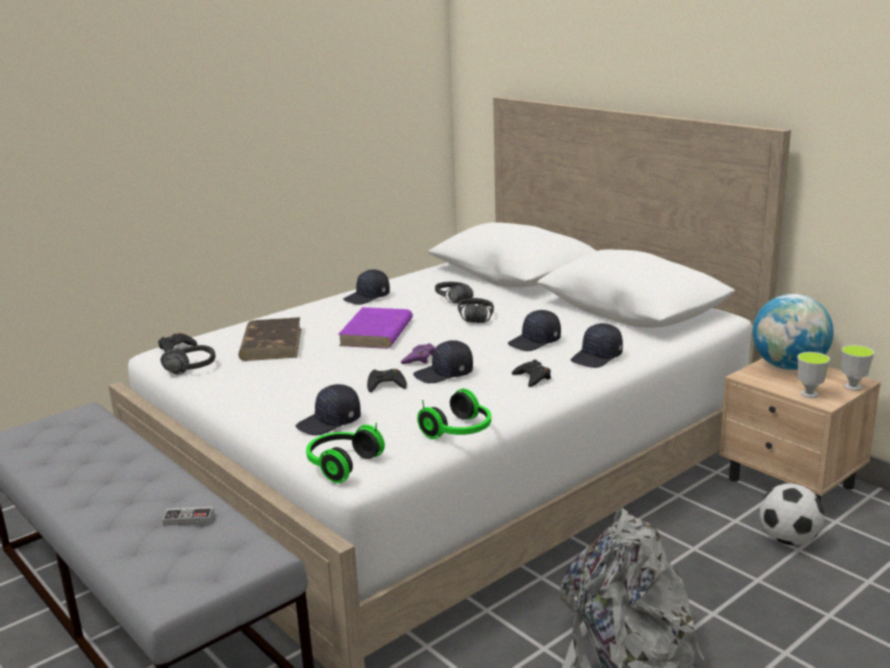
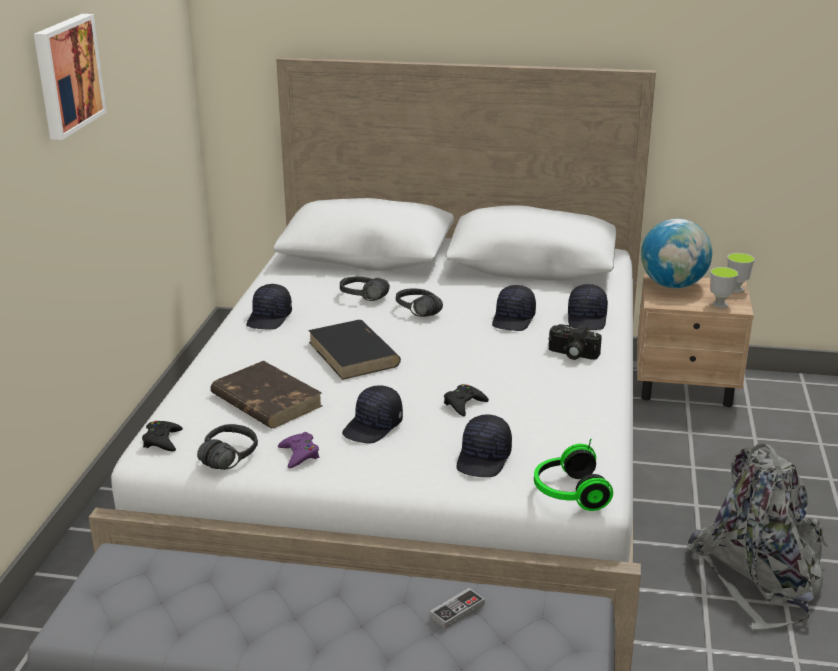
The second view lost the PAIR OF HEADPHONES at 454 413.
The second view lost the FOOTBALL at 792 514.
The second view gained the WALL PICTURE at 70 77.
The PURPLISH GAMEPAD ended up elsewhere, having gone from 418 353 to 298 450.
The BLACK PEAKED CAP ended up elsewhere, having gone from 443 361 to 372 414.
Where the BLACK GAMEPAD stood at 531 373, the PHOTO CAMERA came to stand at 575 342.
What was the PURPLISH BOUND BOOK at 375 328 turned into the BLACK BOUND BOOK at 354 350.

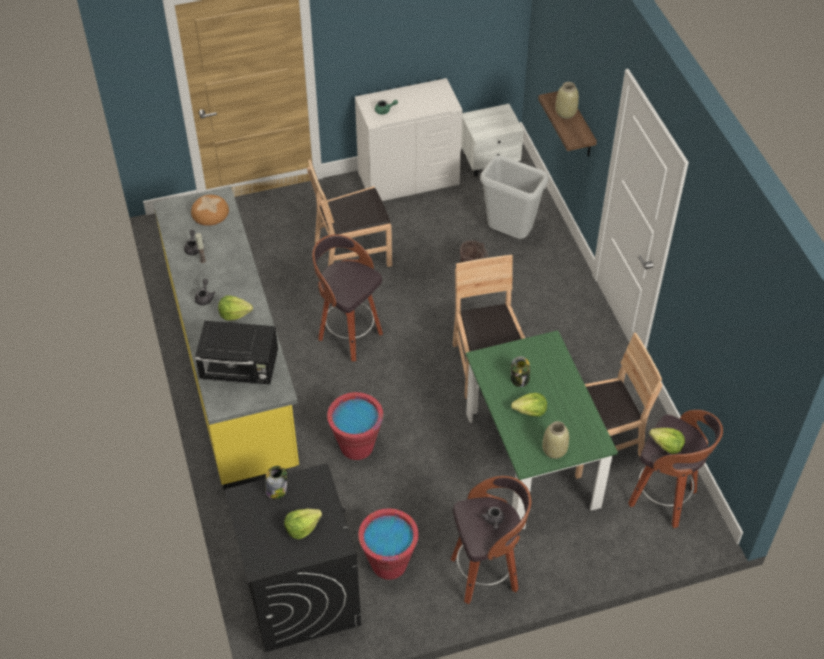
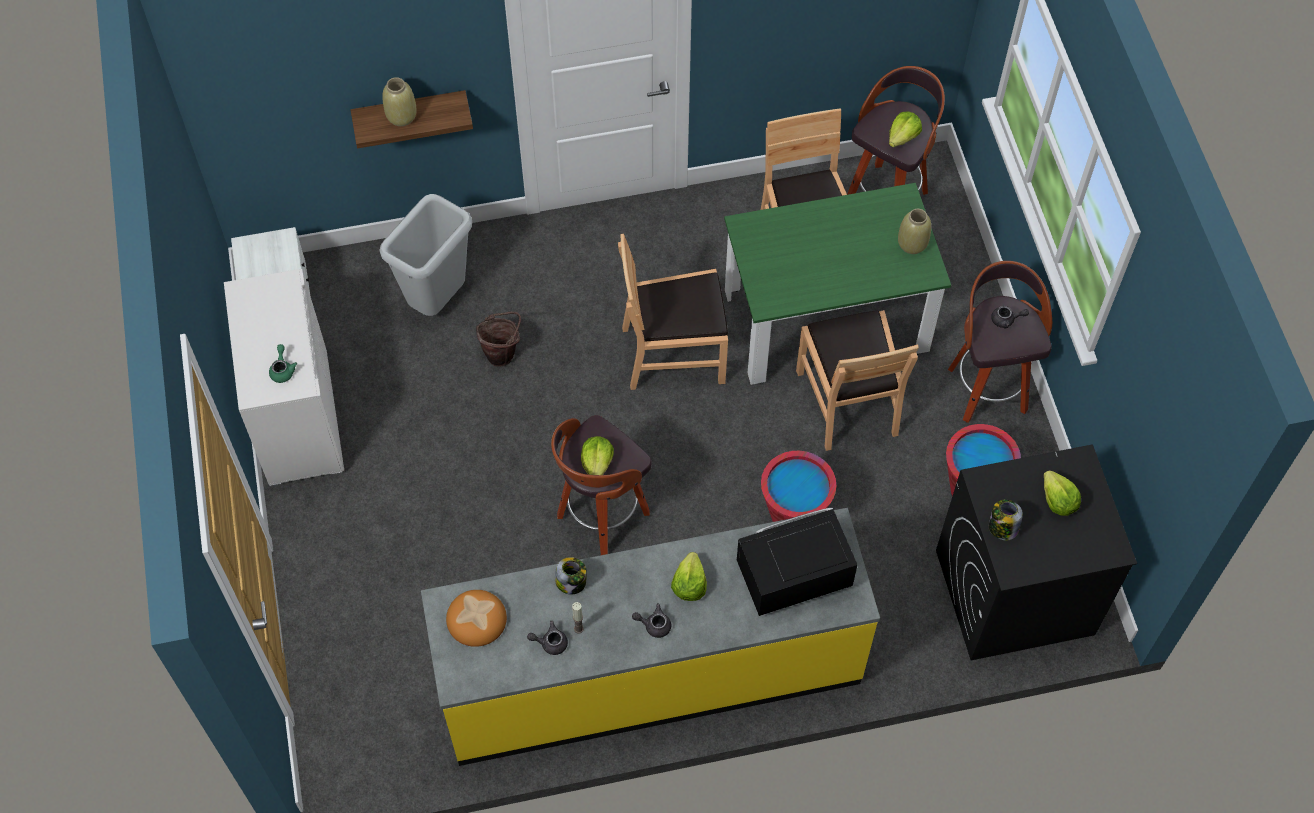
The BROWN-COLOURED PLAIN CHAIR ended up elsewhere, having gone from 349 213 to 857 380.
The STORAGE JAR ended up elsewhere, having gone from 520 371 to 571 575.
The LETTUCE HEAD ended up elsewhere, having gone from 529 404 to 597 455.
The BLACK KITCHEN MICROWAVE at 236 352 ended up facing another way, 120 degrees counterclockwise from before.

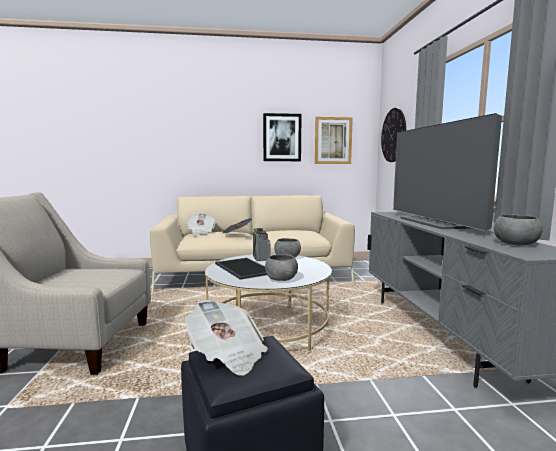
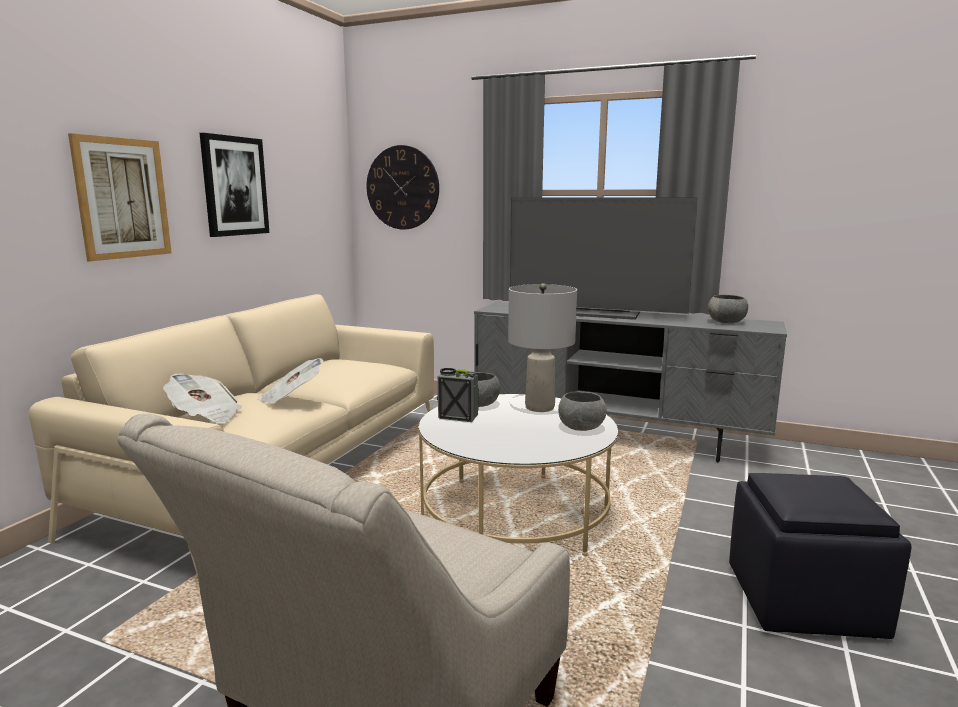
The second view lost the PRINTED PAPER at 226 338.
The second view lost the SERVING TRAY at 241 269.
The second view gained the GREYISH TABLETOP LAMP at 542 347.
The WALL PICTURE ended up elsewhere, having gone from 334 140 to 120 197.

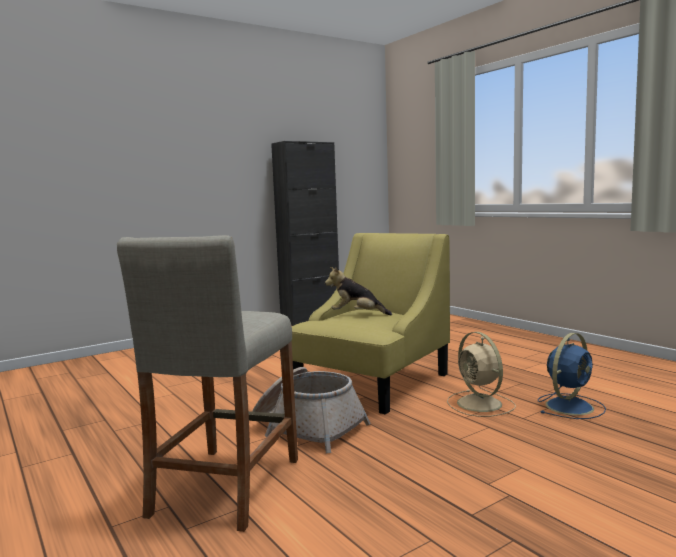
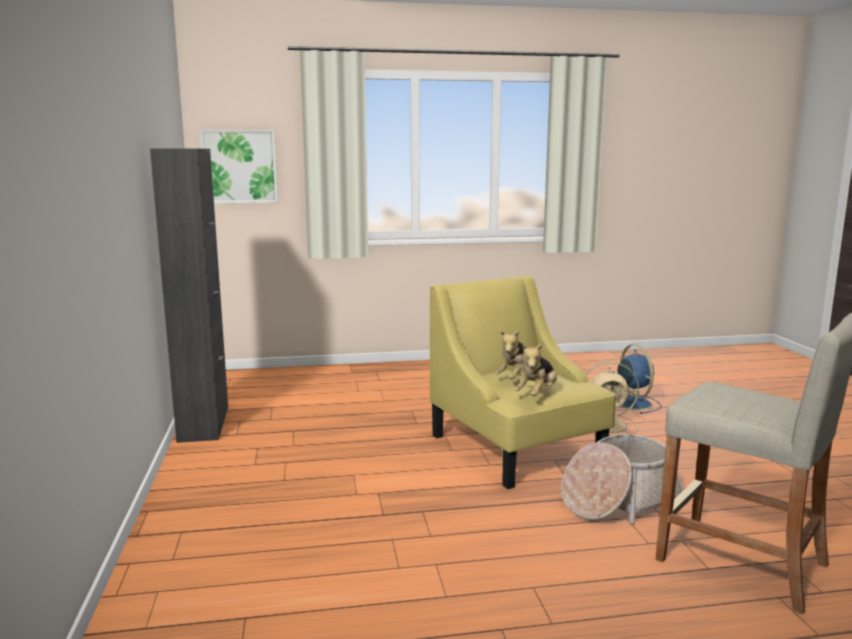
The second view gained the WALL PICTURE at 239 166.
The second view gained the CUDDLY TOY at 535 369.

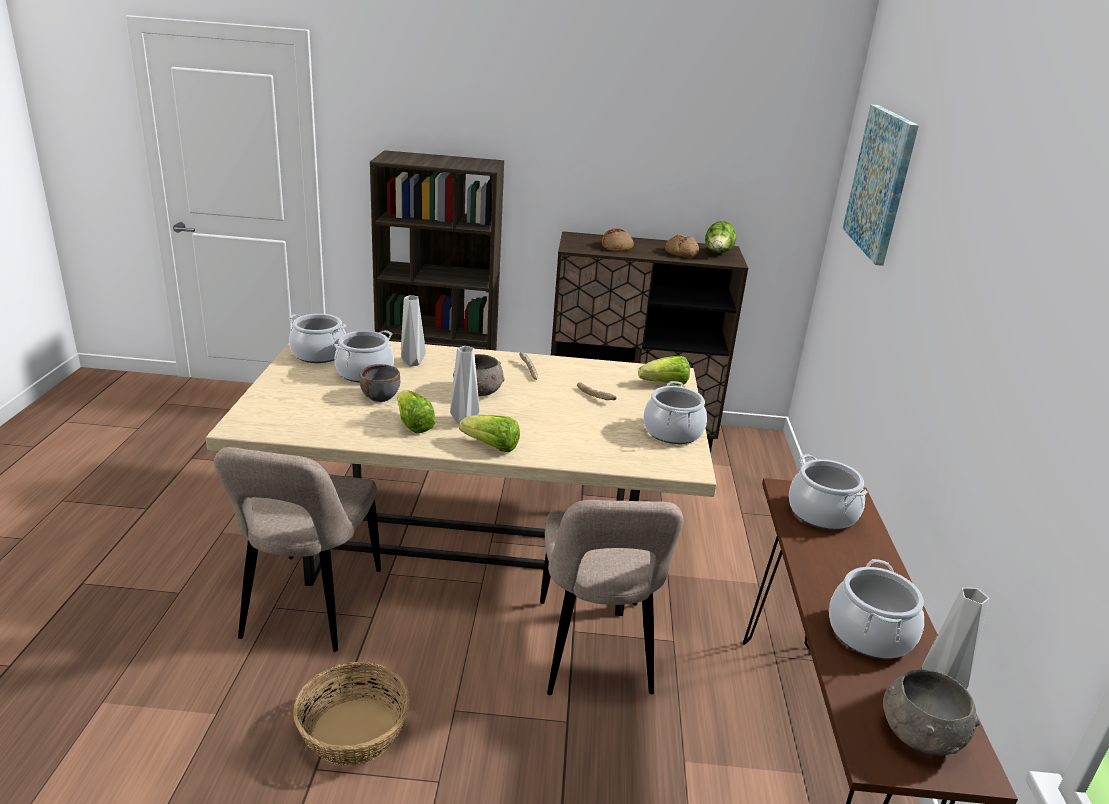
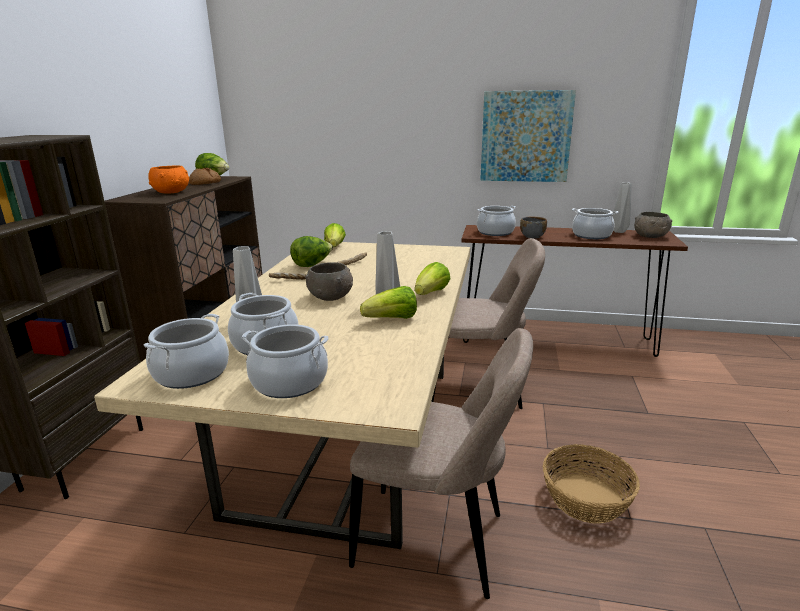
The second view gained the LETTUCE HEAD at 311 251.
The GREYISH BOWL ended up elsewhere, having gone from 379 383 to 533 228.
The SAUCEPOT ended up elsewhere, having gone from 675 412 to 285 361.
The WALL PICTURE ended up elsewhere, having gone from 881 185 to 528 136.
Where the BAKED BREAD stood at 618 240, the ORANGEY BOWL came to stand at 168 179.

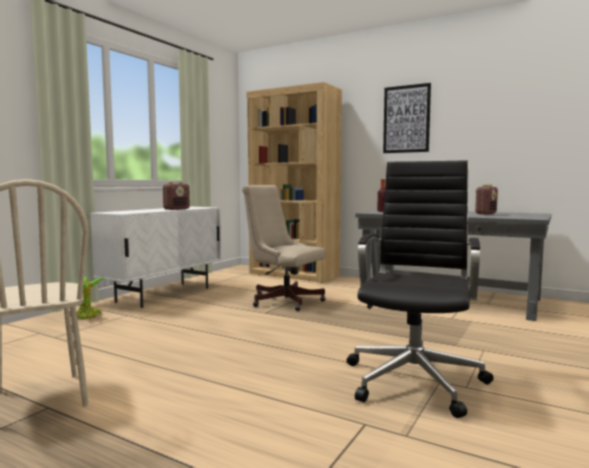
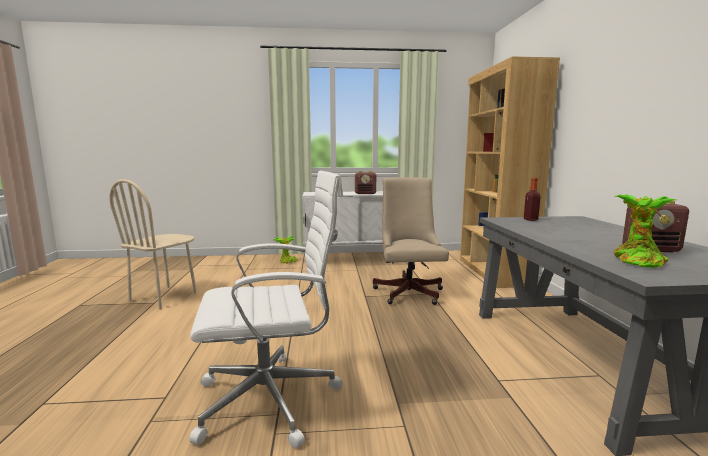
The second view lost the WALL PICTURE at 407 118.
The second view gained the POTTED PLANT at 645 231.
What was the BLACK COMPUTER CHAIR at 420 289 turned into the WHITE COMPUTER CHAIR at 266 309.

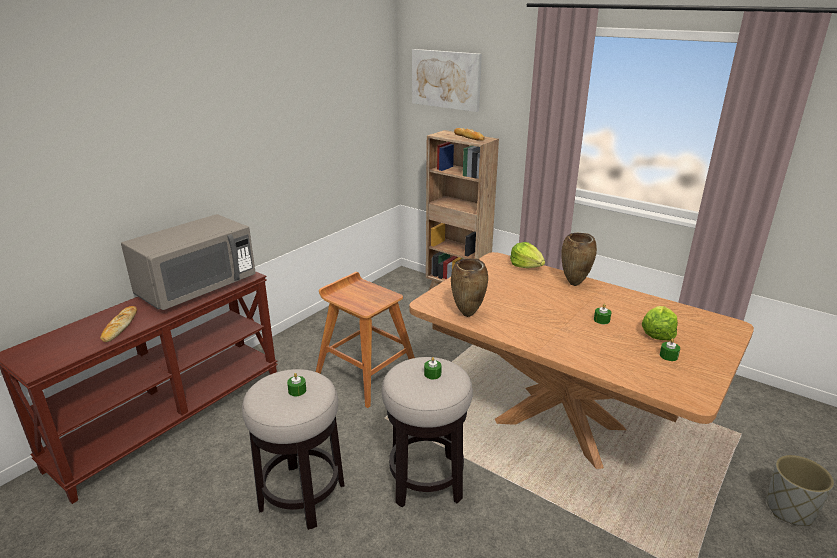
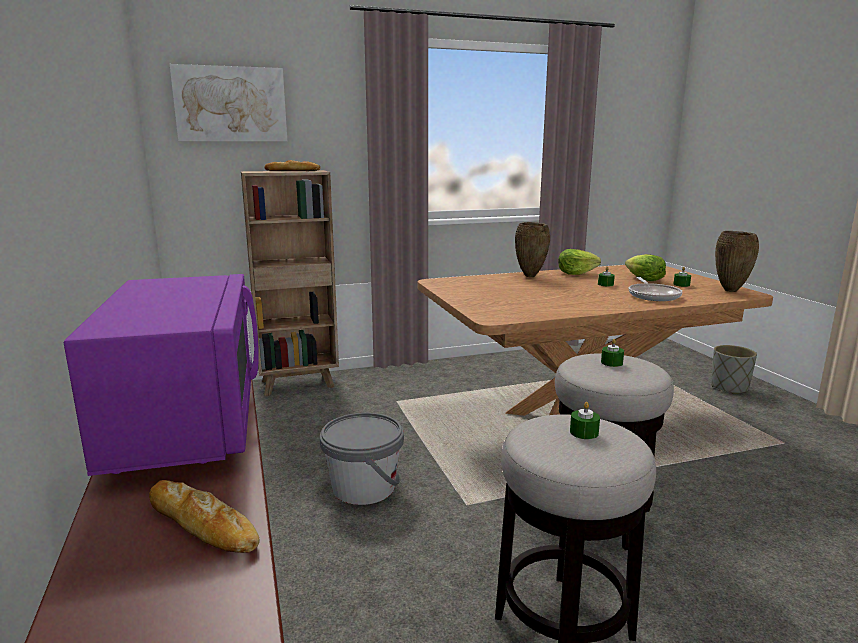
The second view gained the FRYING PAN at 656 289.
The BROWN-COLOURED DECORATIVE VASE ended up elsewhere, having gone from 469 287 to 737 261.
The LETTUCE HEAD ended up elsewhere, having gone from 527 255 to 579 262.
Where the BROWN-COLOURED SITTING STOOL stood at 365 340, the GREYISH BUCKET came to stand at 362 459.
What was the GREYISH KITCHEN MICROWAVE at 188 262 turned into the PURPLISH KITCHEN MICROWAVE at 161 375.

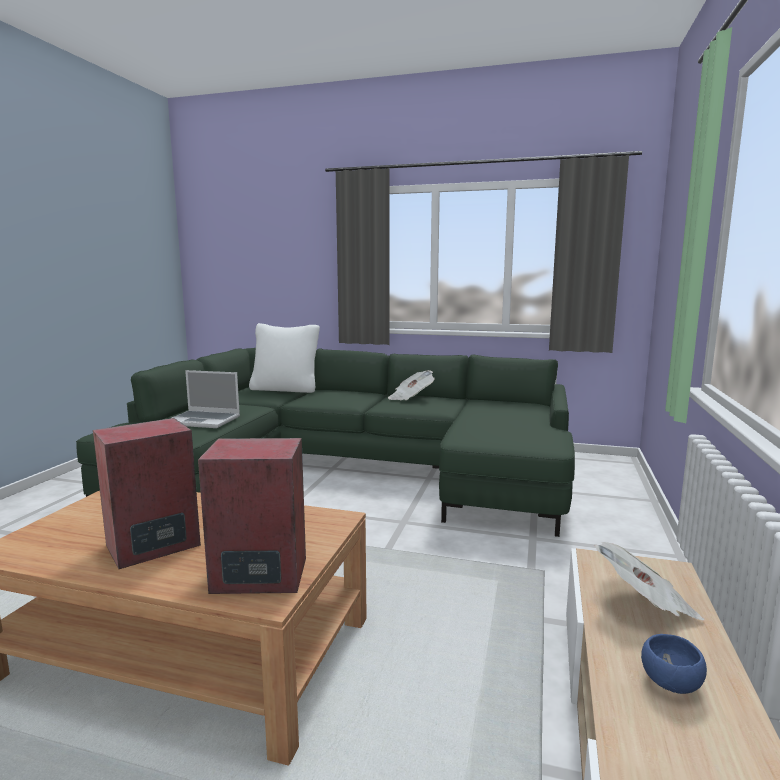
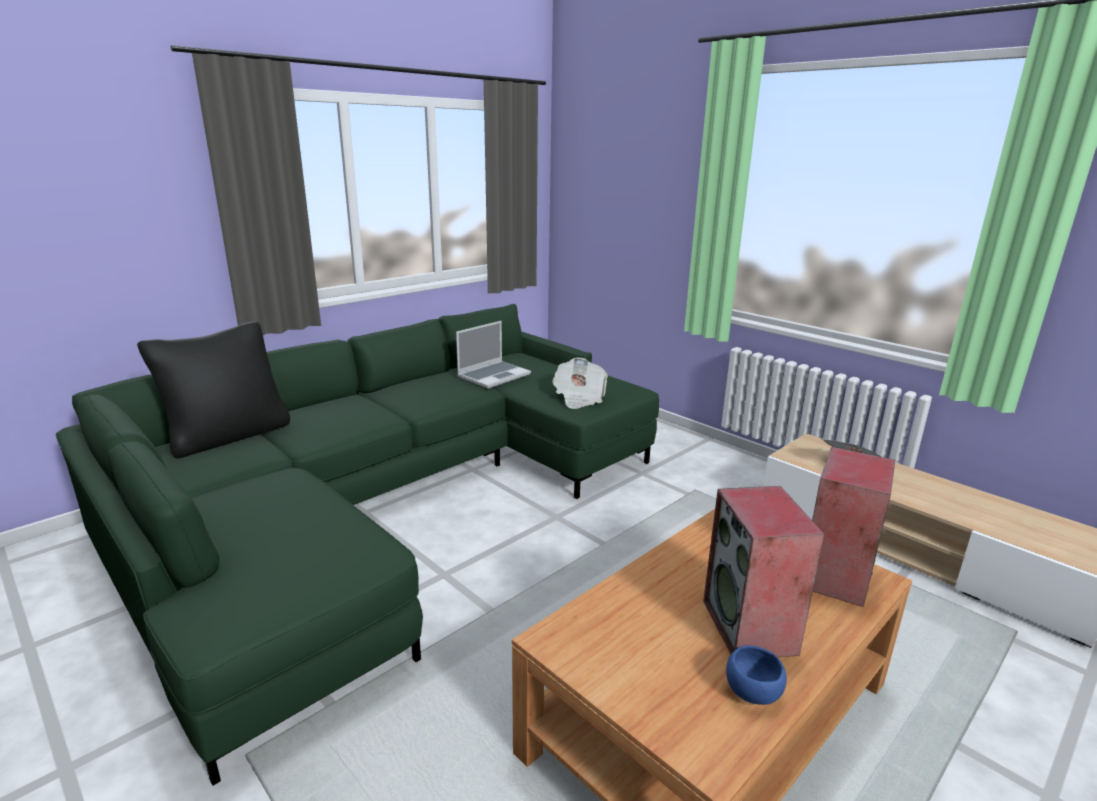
The PORTABLE COMPUTER ended up elsewhere, having gone from 206 399 to 493 355.
The PRINTED PAPER ended up elsewhere, having gone from 411 385 to 580 383.
The BLUISH BOWL ended up elsewhere, having gone from 674 664 to 756 675.
What was the WHITE CUSHION at 284 358 turned into the BLACK CUSHION at 213 389.

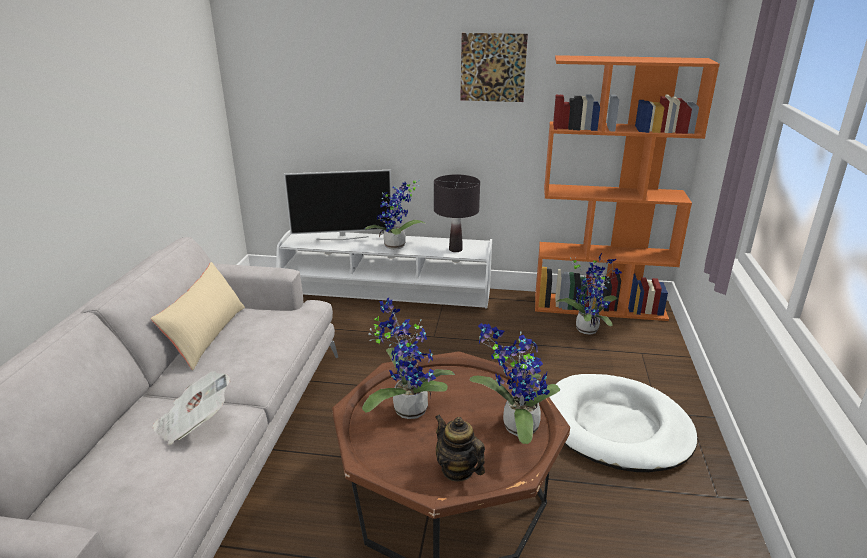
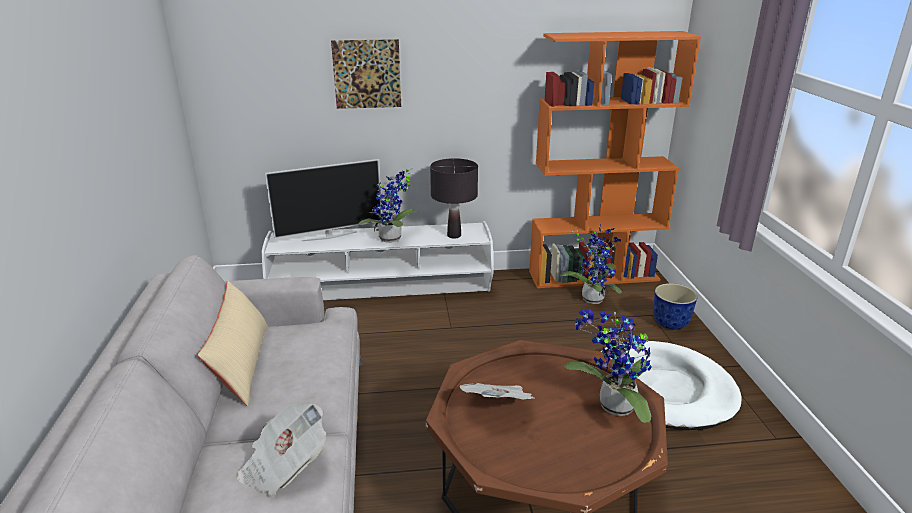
The second view lost the TEA POT at 460 448.
The second view gained the PLANTER at 675 306.
The WALL PICTURE ended up elsewhere, having gone from 494 67 to 366 74.
Where the POTTED PLANT stood at 408 358, the PRINTED PAPER came to stand at 496 391.

